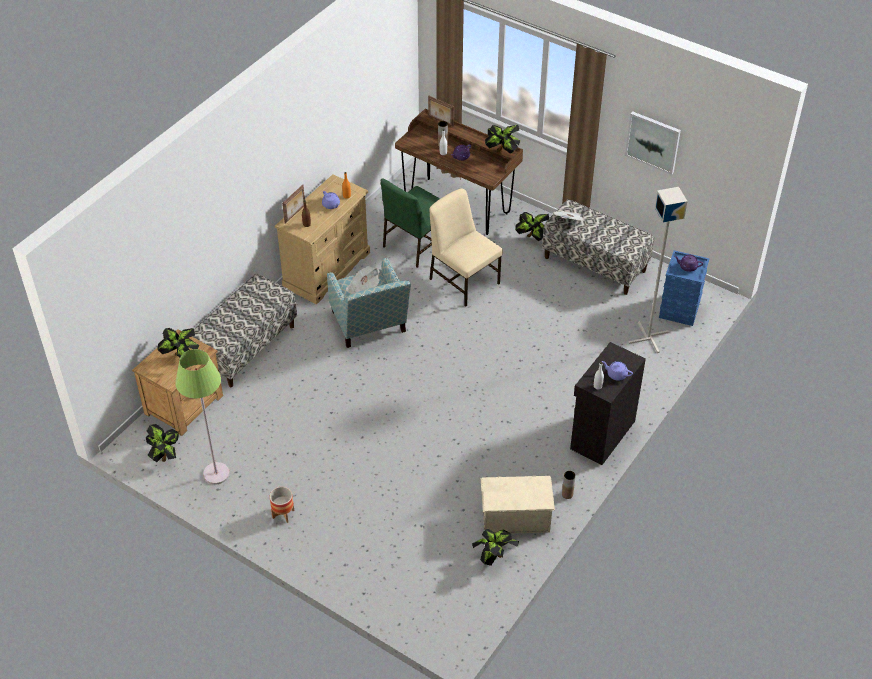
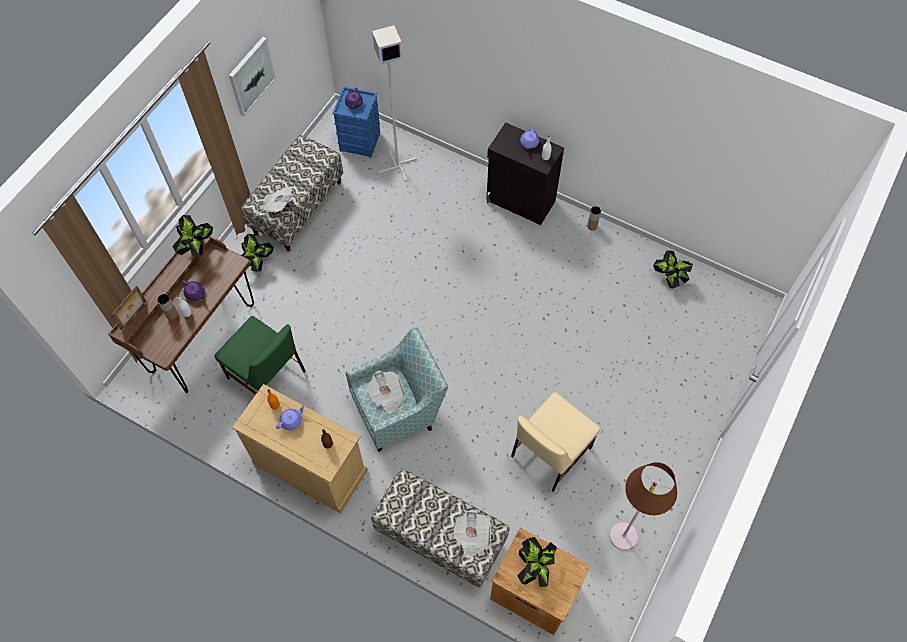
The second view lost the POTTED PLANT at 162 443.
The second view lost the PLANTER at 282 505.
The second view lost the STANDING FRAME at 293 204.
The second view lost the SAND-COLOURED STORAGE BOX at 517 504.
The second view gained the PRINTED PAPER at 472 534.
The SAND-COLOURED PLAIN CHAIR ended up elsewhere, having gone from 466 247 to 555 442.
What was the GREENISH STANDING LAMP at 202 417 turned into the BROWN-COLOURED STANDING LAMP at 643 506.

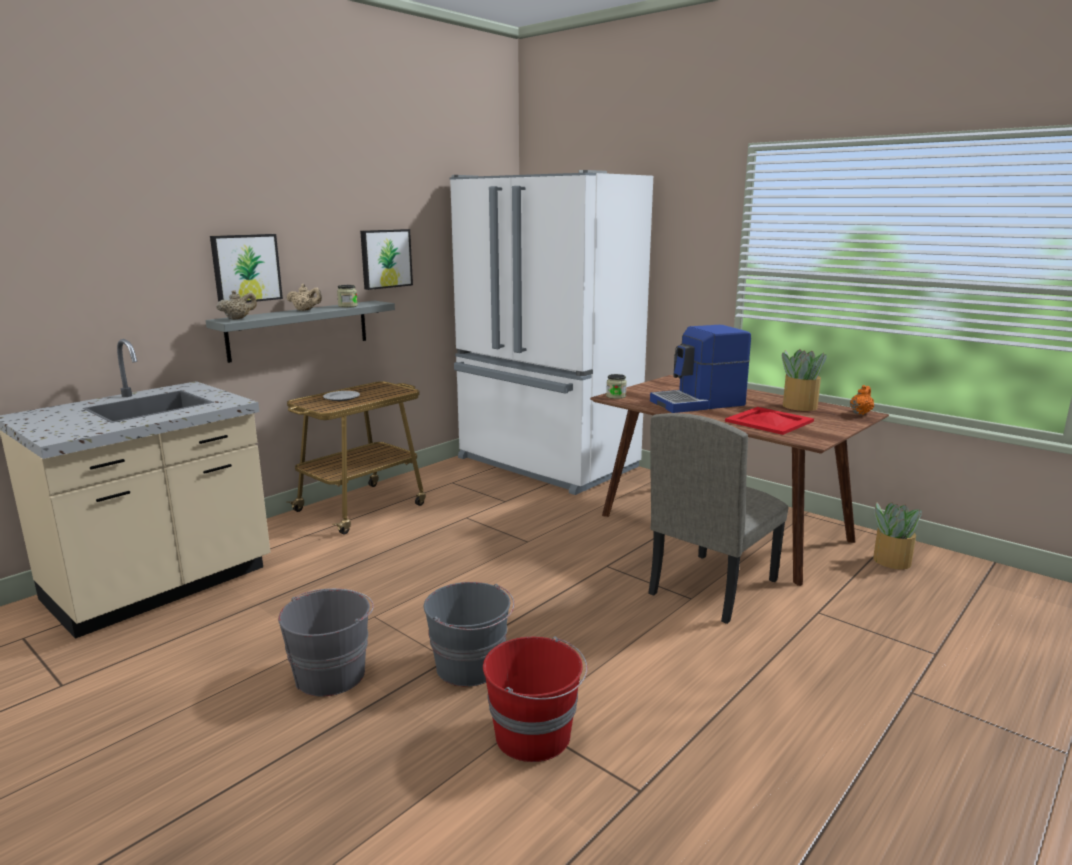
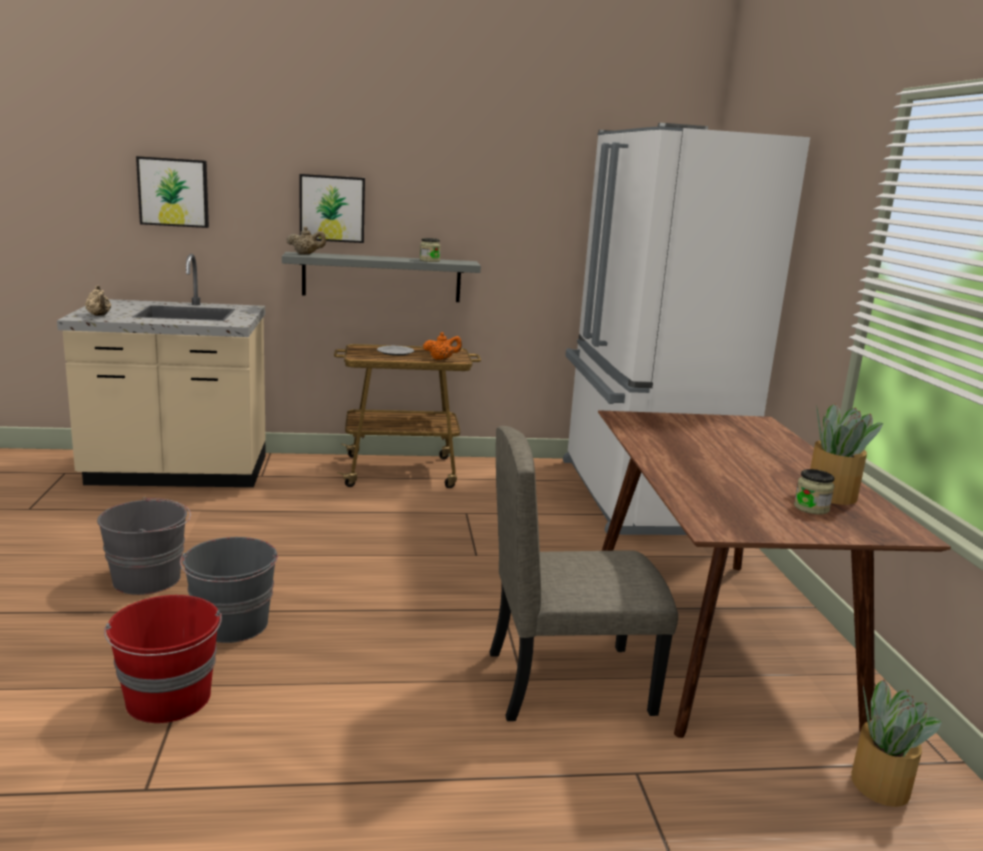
The second view lost the COFFEE MAKER at 700 369.
The second view lost the RED-COLOURED SERVING TRAY at 769 421.
The SAND-COLOURED TEA POT ended up elsewhere, having gone from 304 297 to 98 300.
The WALL PICTURE ended up elsewhere, having gone from 386 259 to 172 192.
The STORAGE JAR ended up elsewhere, having gone from 616 386 to 814 492.
The ORANGEY TEA POT ended up elsewhere, having gone from 862 400 to 442 346.

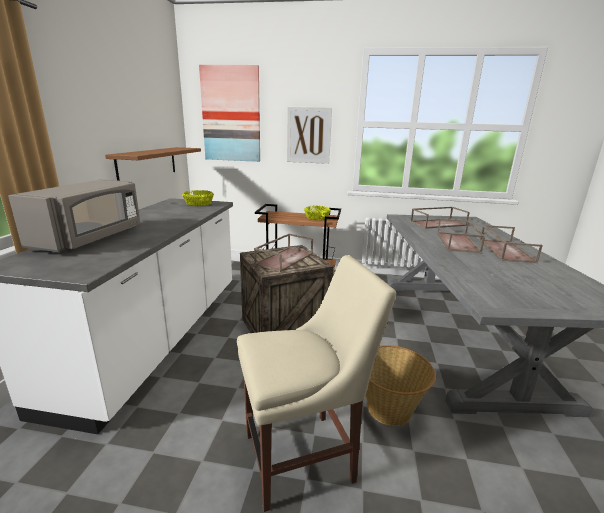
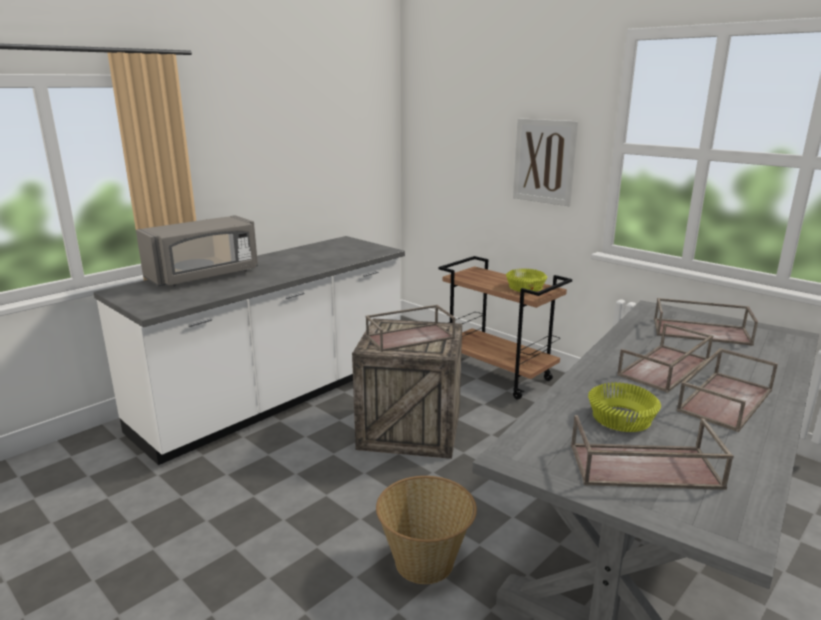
The second view lost the BROWN-COLOURED SHELF at 153 164.
The second view lost the WALL PICTURE at 229 113.
The second view lost the SAND-COLOURED PLAIN CHAIR at 316 383.
The second view gained the BROWN-COLOURED SERVING TRAY at 652 452.
The YELLOW BOWL ended up elsewhere, having gone from 198 198 to 624 407.

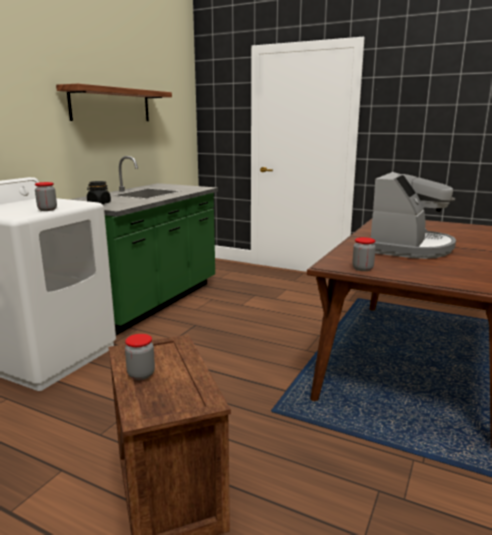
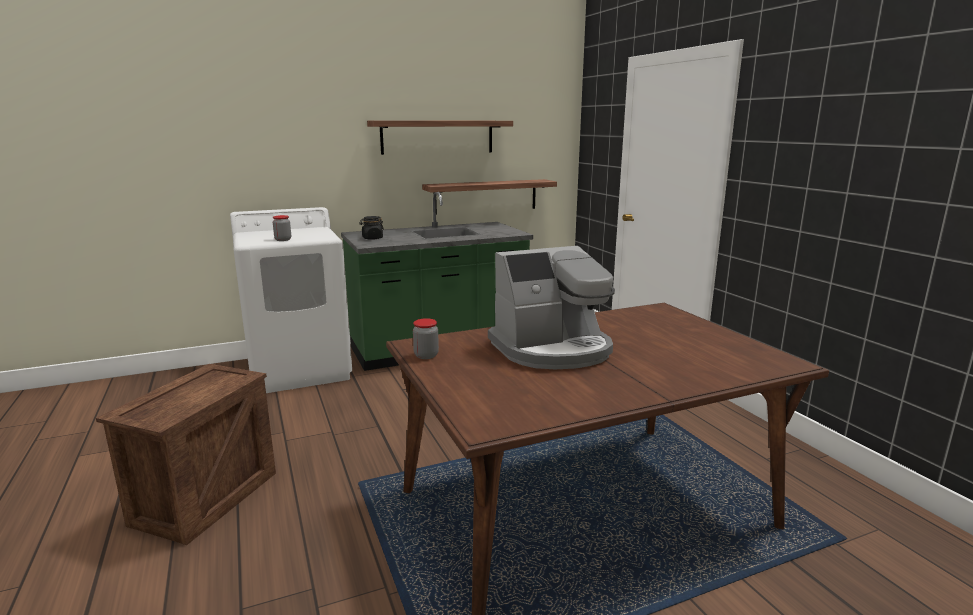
The second view lost the STORAGE JAR at 140 357.
The second view gained the SHELF at 489 197.

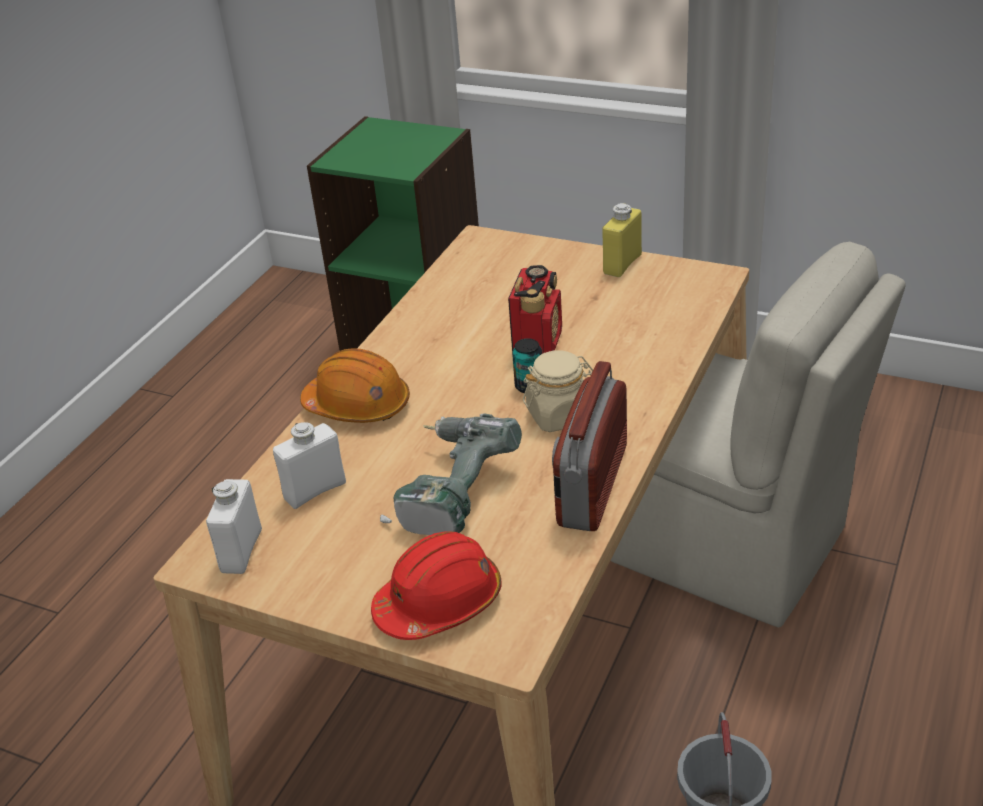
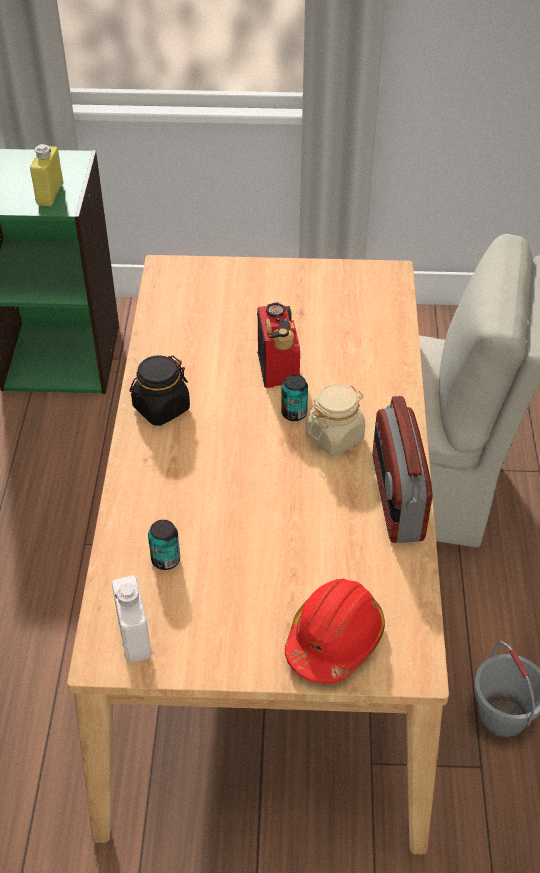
The second view lost the ORANGEY HARD HAT at 355 385.
The second view lost the DRILL at 451 474.
The second view gained the BLACK STORAGE JAR at 160 390.
The YELLOW DRINK BOTTLE ended up elsewhere, having gone from 622 240 to 46 175.
Where the WHITE DRINK BOTTLE stood at 309 465, the SEALED CAN came to stand at 164 545.

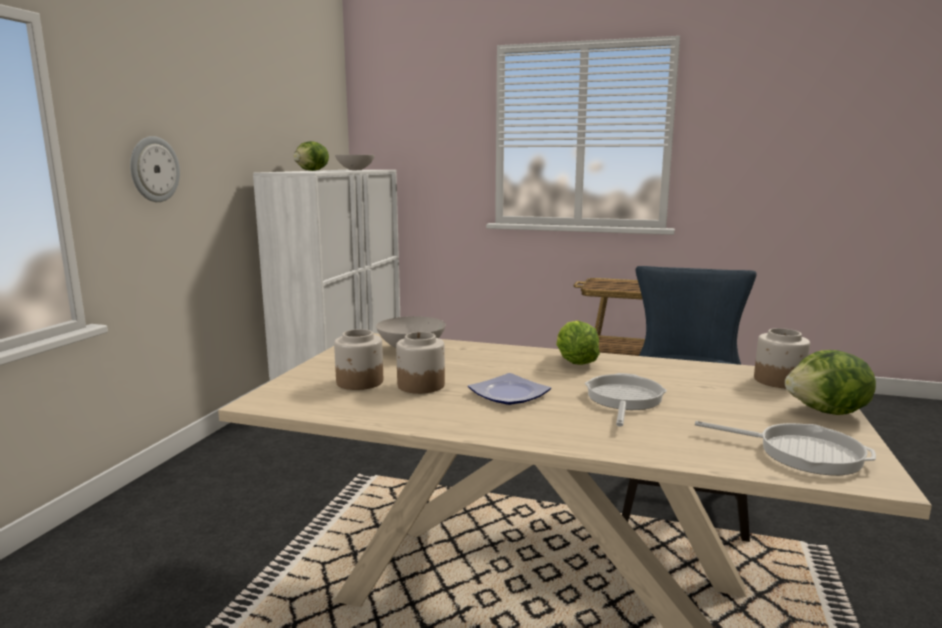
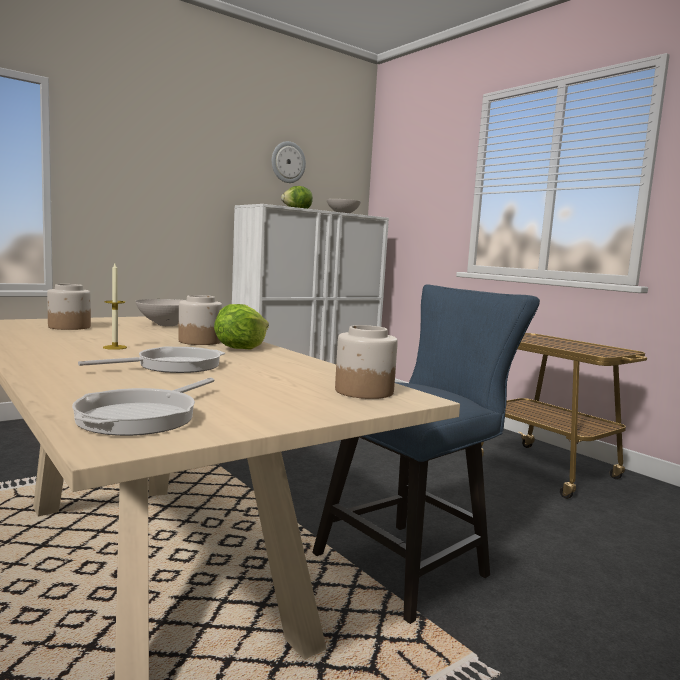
The second view lost the LETTUCE HEAD at 830 382.
The WALL CLOCK ended up elsewhere, having gone from 155 169 to 289 162.
The STORAGE JAR ended up elsewhere, having gone from 420 363 to 200 320.
Where the PLATE stood at 509 389, the WAX CANDLE came to stand at 115 306.
The FRYING PAN at 785 448 ended up facing another way, 45 degrees clockwise from before.

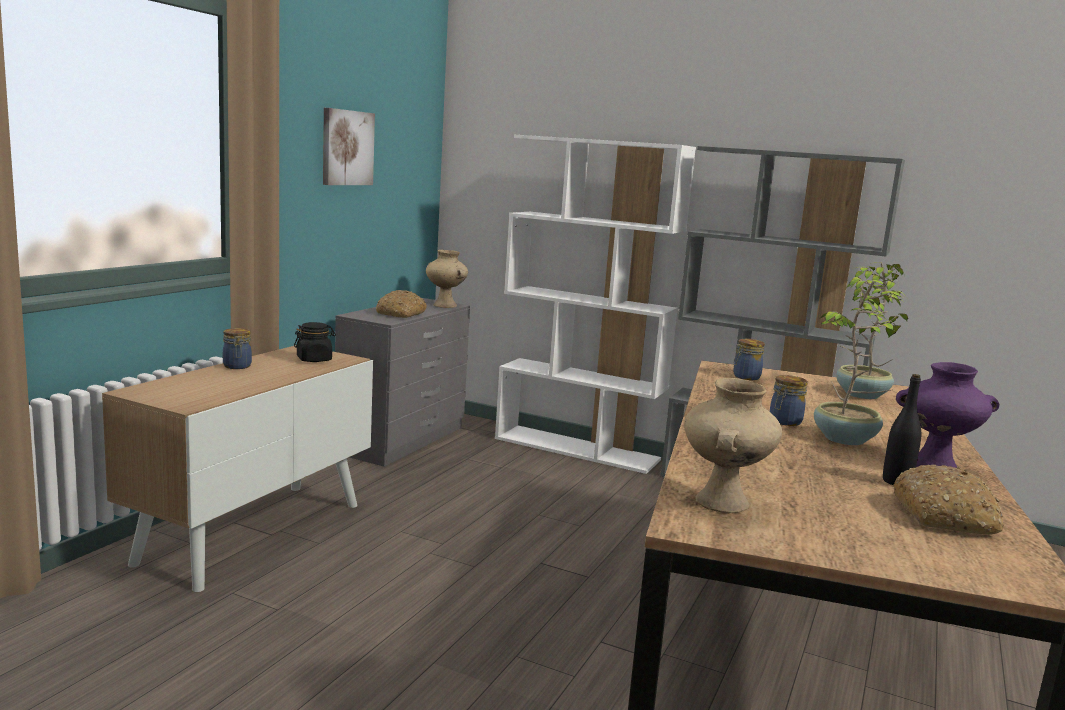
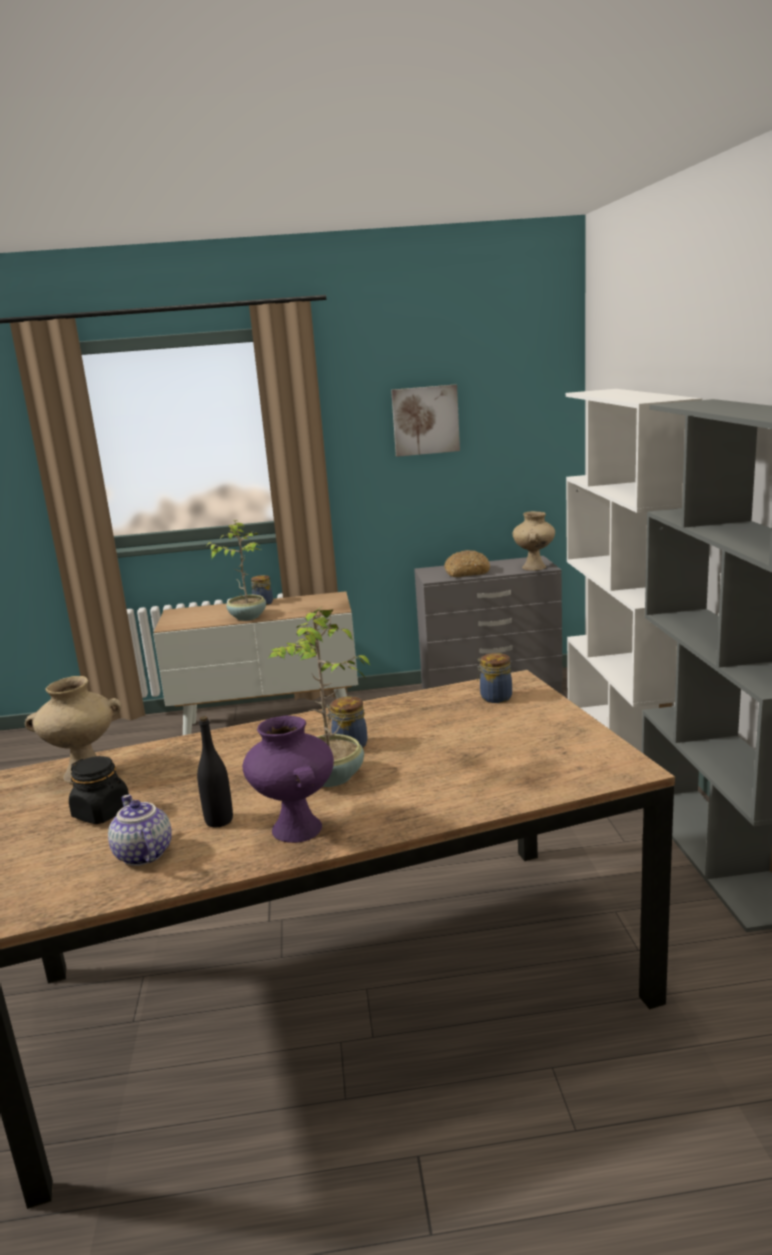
The BLACK STORAGE JAR ended up elsewhere, having gone from 315 342 to 99 790.
The POTTED PLANT ended up elsewhere, having gone from 871 330 to 236 570.
Where the BAKED BREAD stood at 948 499, the TEA POT came to stand at 140 830.

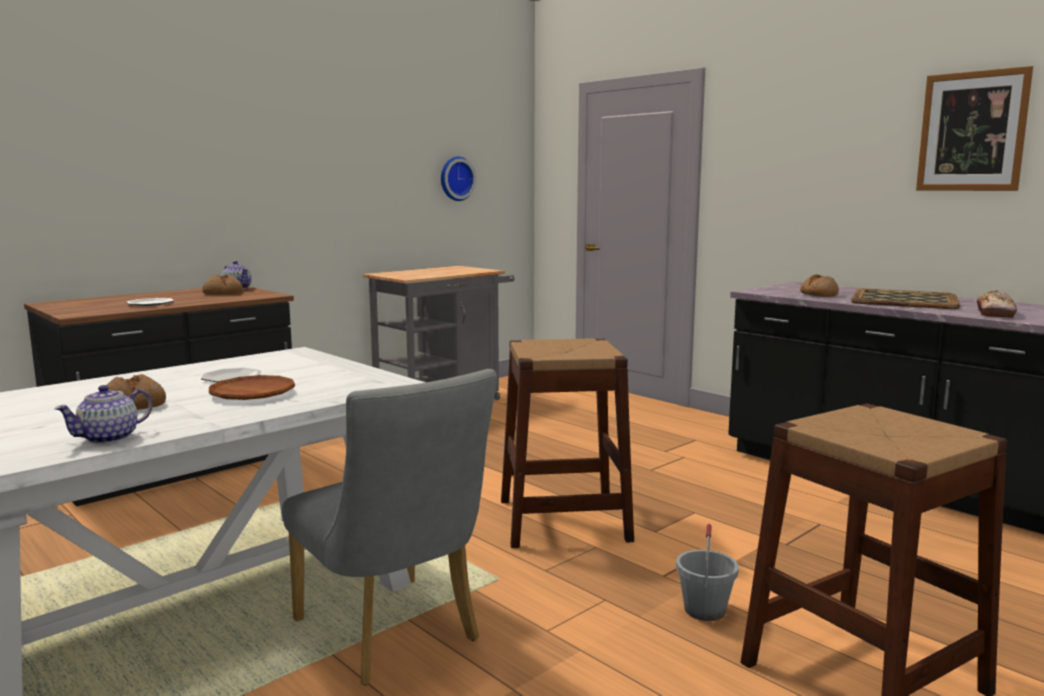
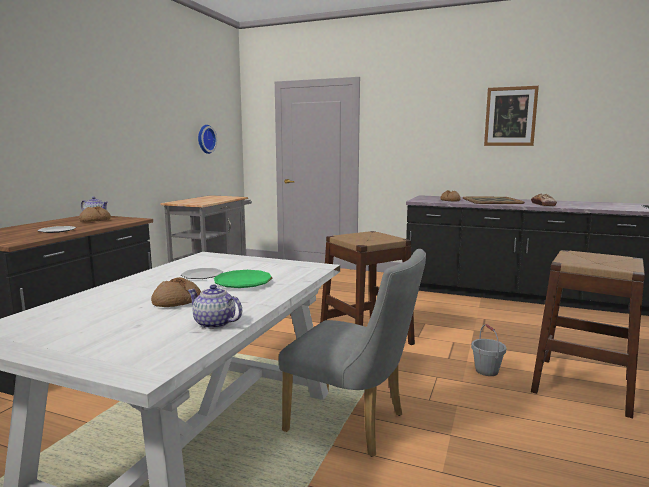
What was the BROWN-COLOURED PLATE at 252 387 turned into the GREENISH PLATE at 243 279.
The TEA POT at 103 414 ended up facing another way, 105 degrees clockwise from before.

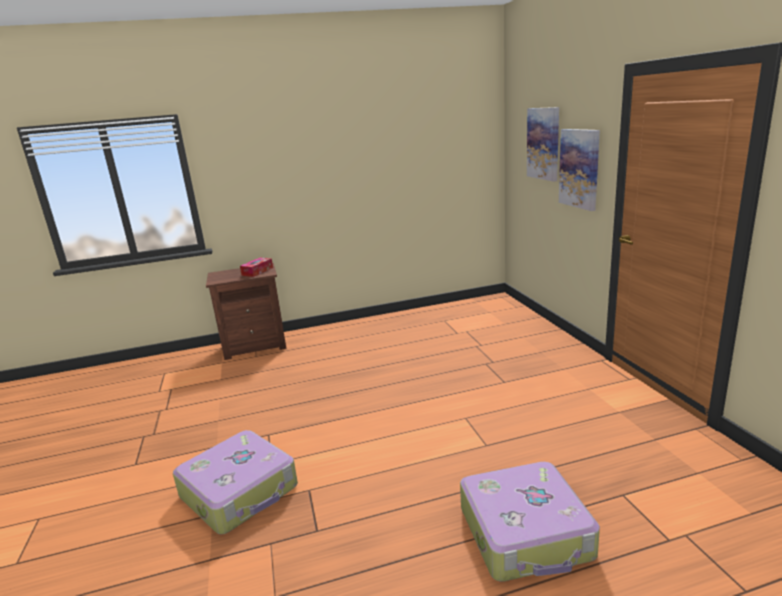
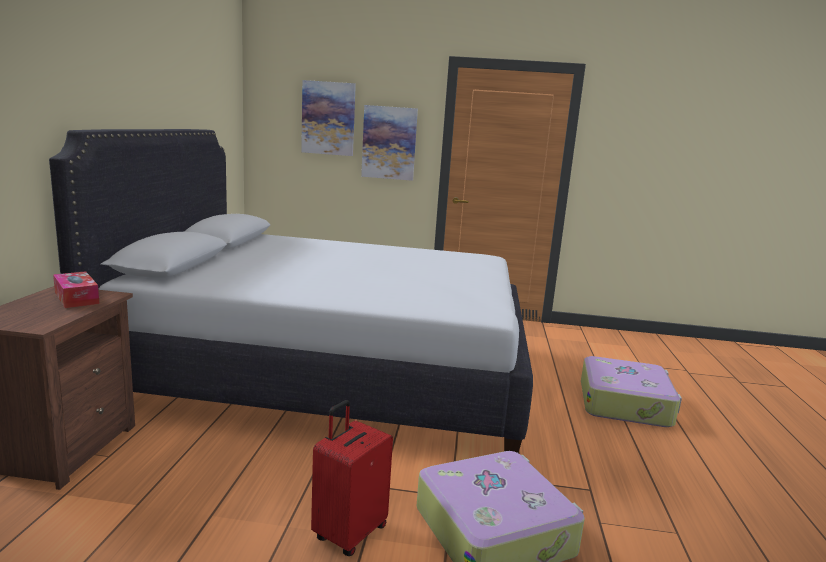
The second view gained the WHITE SLEEPING BED at 291 291.
The second view gained the RED-COLOURED SUITCASE at 352 478.

